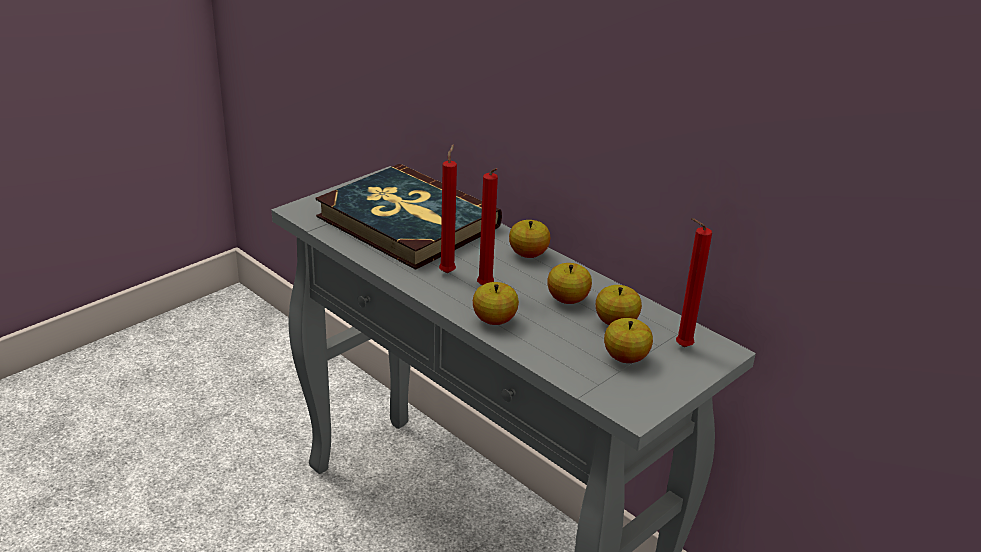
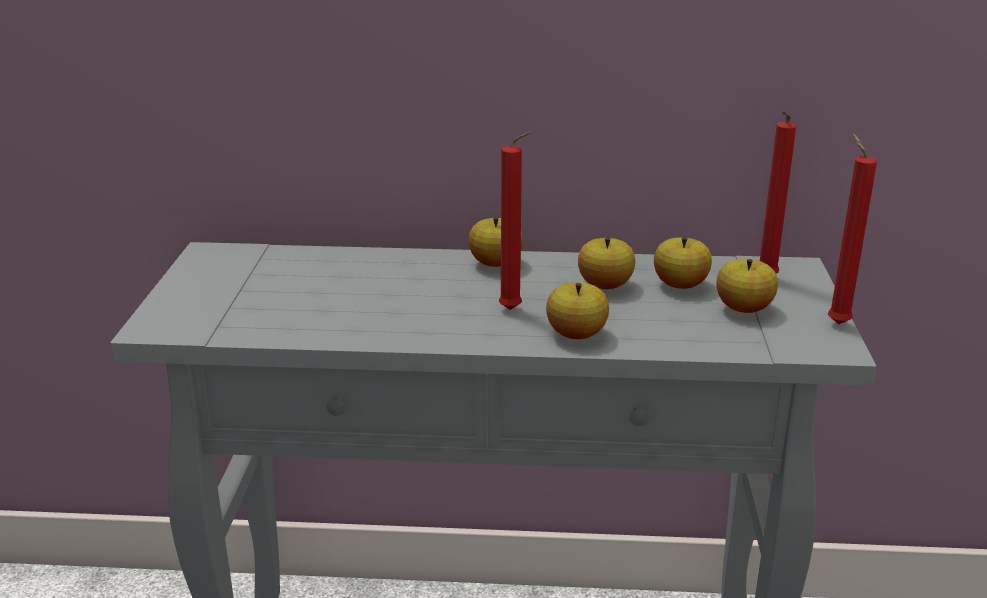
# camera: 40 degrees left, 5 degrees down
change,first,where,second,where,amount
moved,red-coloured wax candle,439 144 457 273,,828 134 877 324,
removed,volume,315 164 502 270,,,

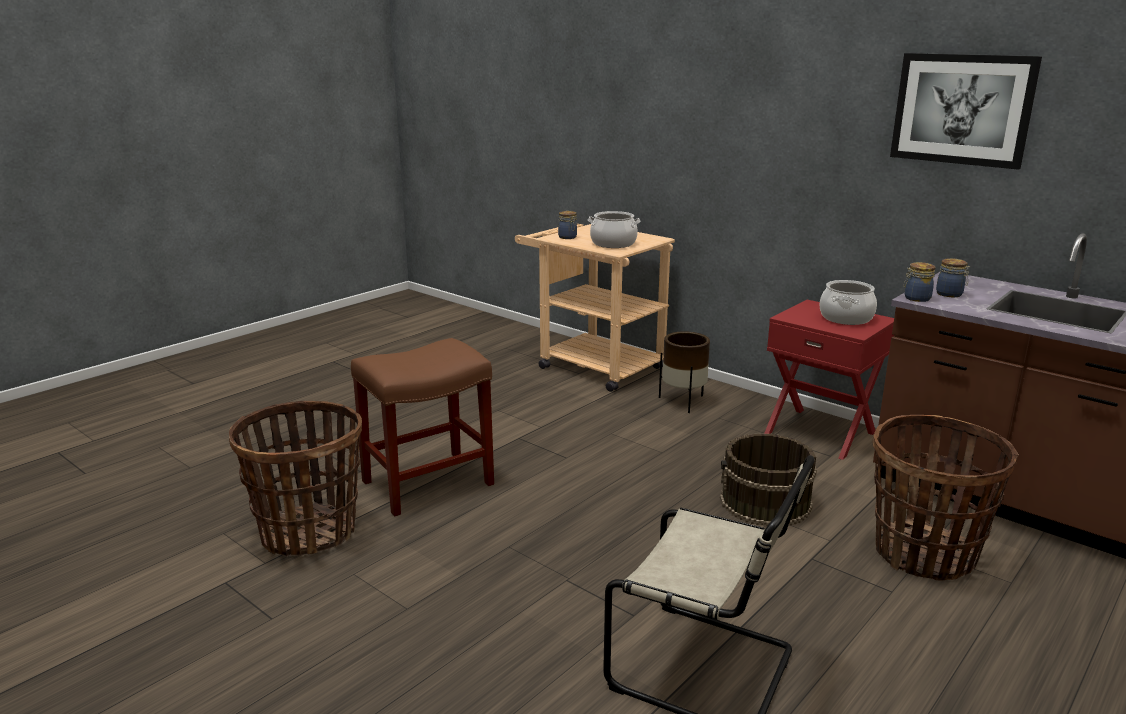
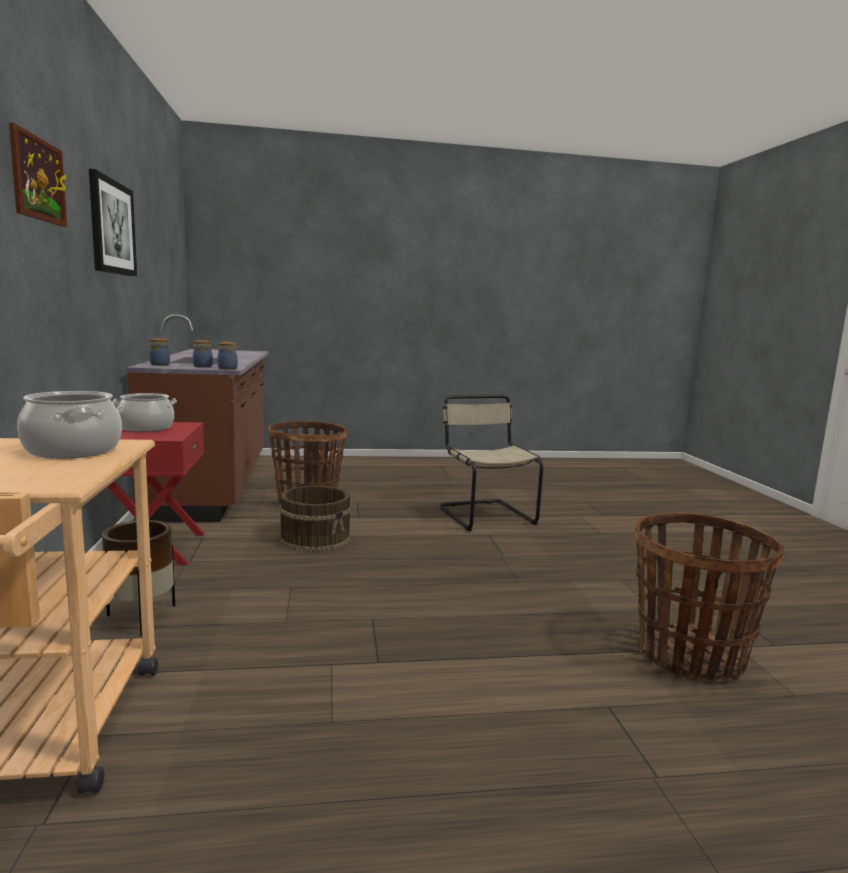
# camera: 140 degrees left, 10 degrees down
change,first,where,second,where,amount
added,,,wall art,9 123 67 227,
moved,storage jar,558 211 577 239,,149 338 170 365,
removed,brownish sitting stool,351 338 494 516,,,

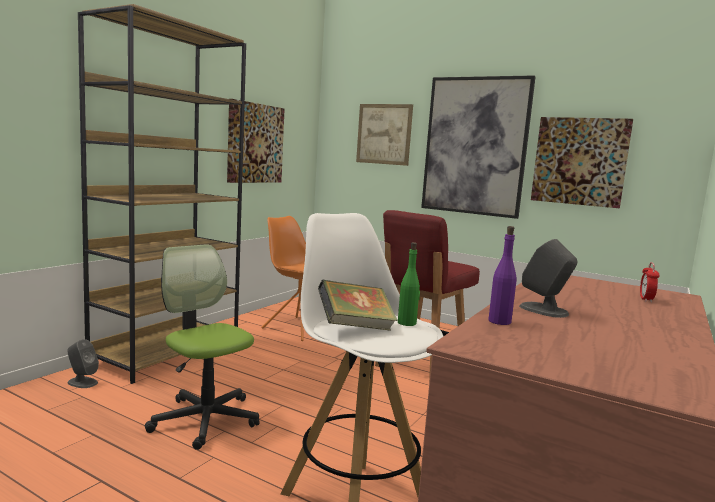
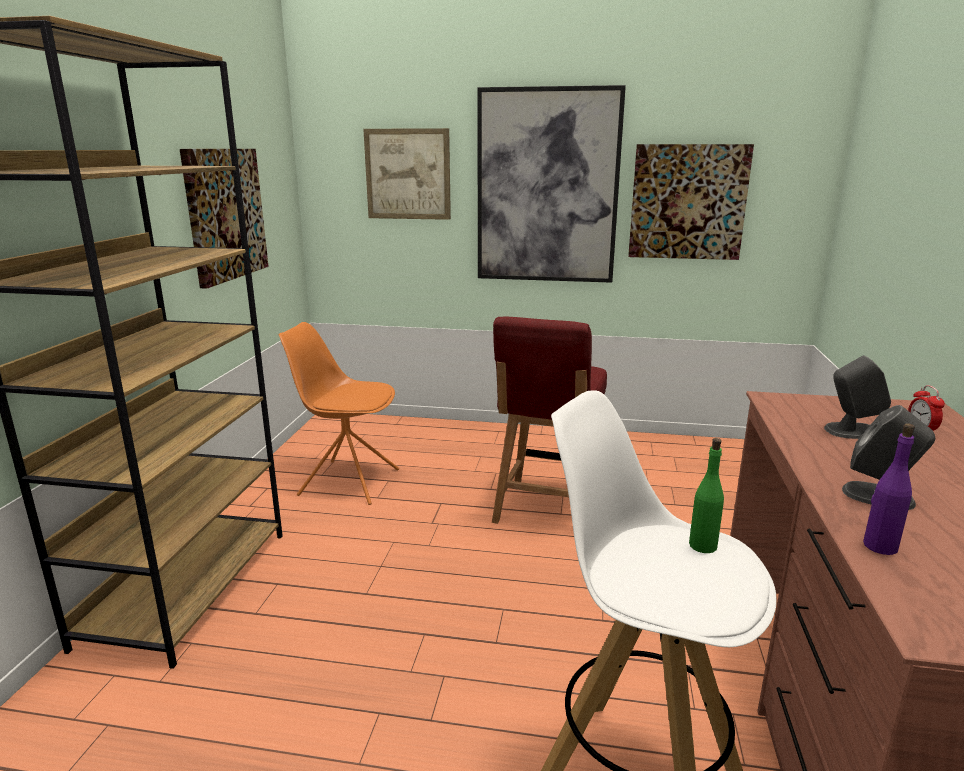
# camera: 20 degrees left, 10 degrees up
change,first,where,second,where,amount
moved,gray audio speaker,67 339 99 388,,824 355 891 439,
removed,desk chair,145 244 260 450,,,
removed,volume,318 280 398 331,,,

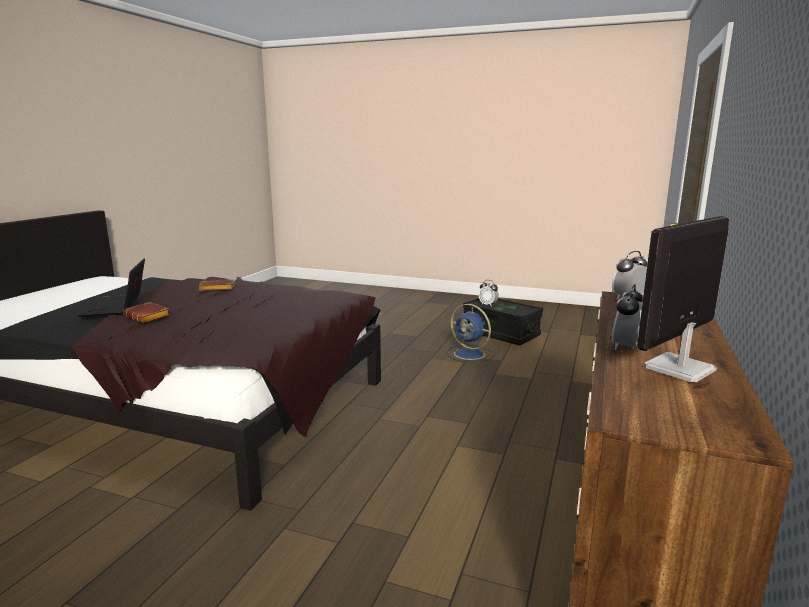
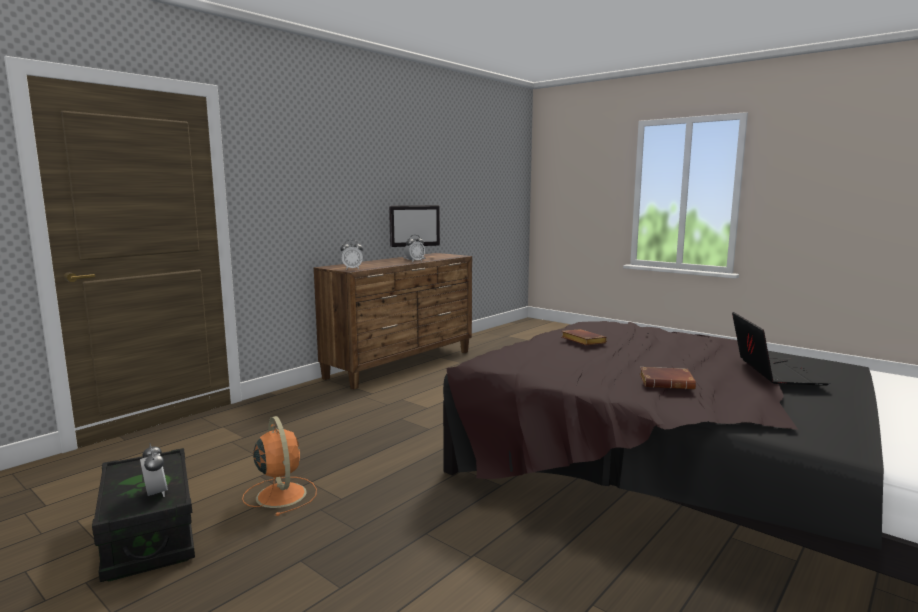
# camera: 160 degrees left, 5 degrees down
change,first,where,second,where,amount
recoloured,blue-coloured electric fan,446 304 494 363,orangey electric fan,242 416 317 516,
moved,brownish volume,123 302 170 323,,561 329 607 345,

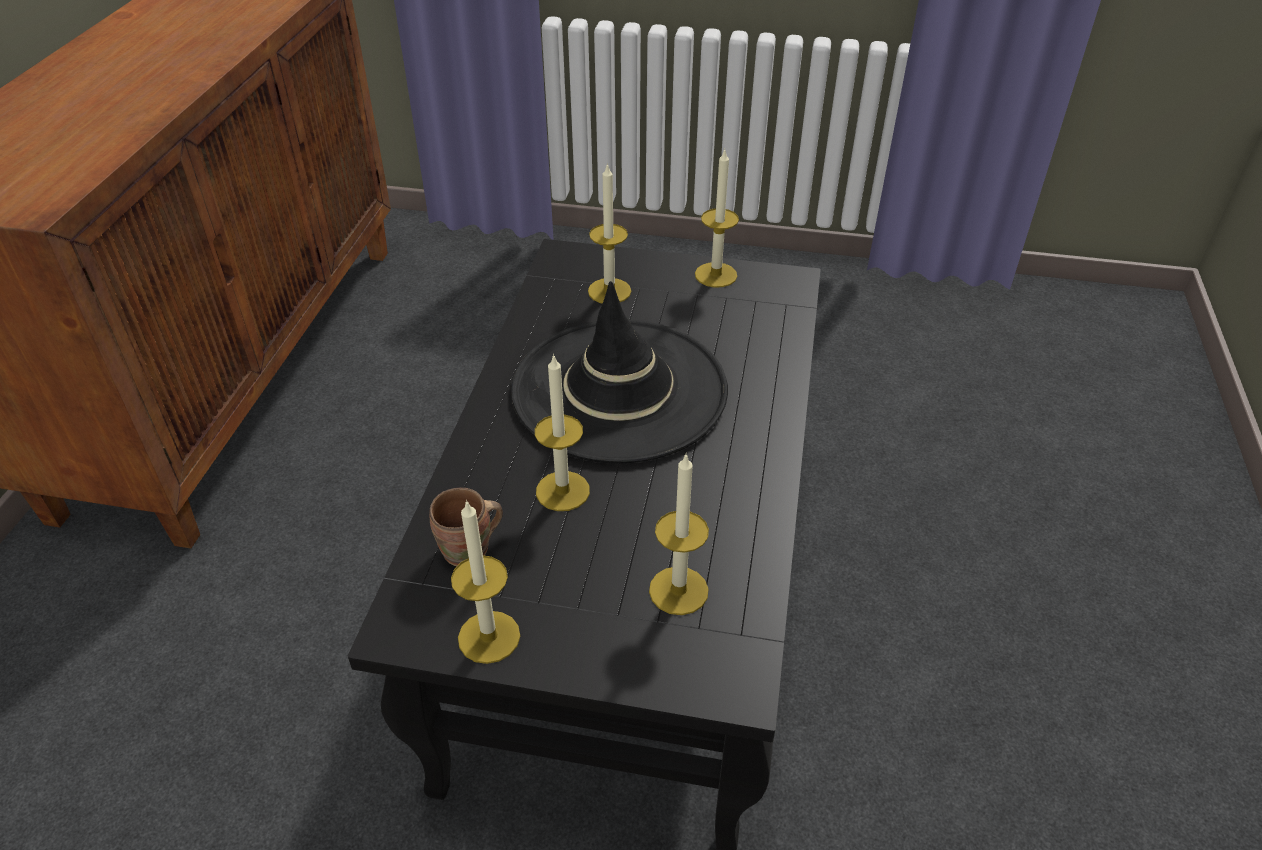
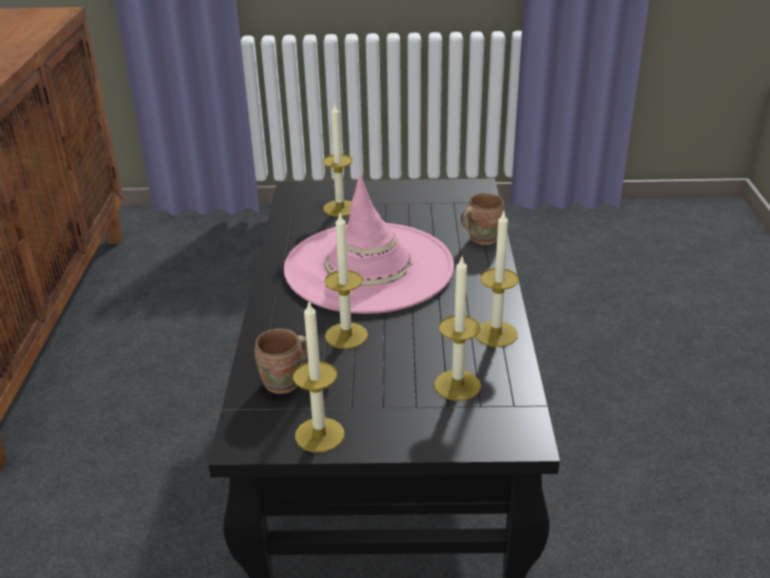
# camera: 10 degrees left, 10 degrees down
change,first,where,second,where,amount
recoloured,blackish wearable hat,511 281 728 464,pinkish wearable hat,284 175 454 314,
added,,,brownish coffee mug,461 193 505 245,
moved,wax candle,695 150 739 288,,475 210 519 347,

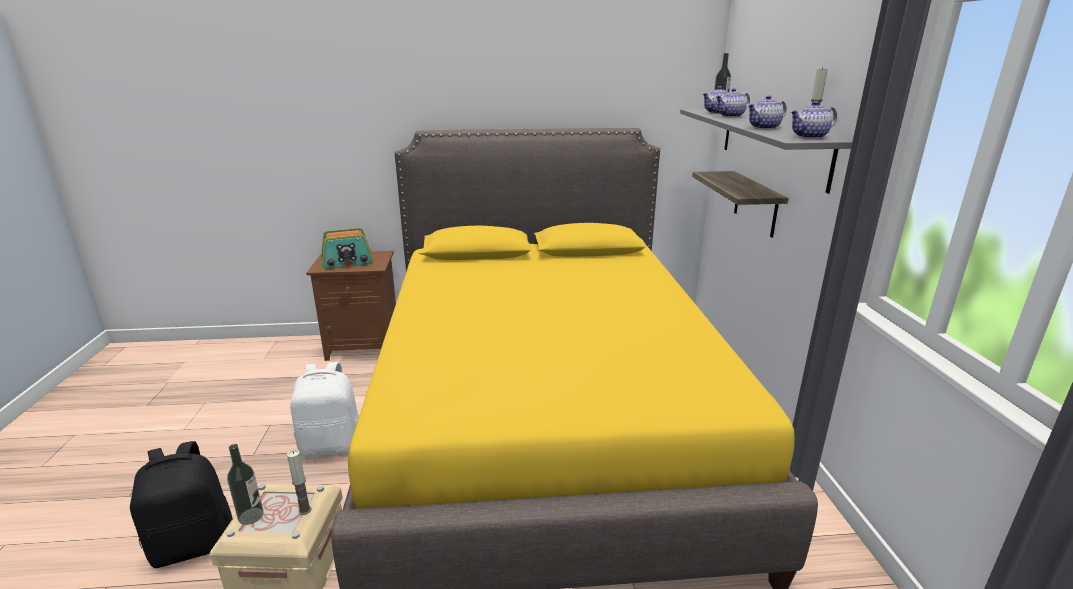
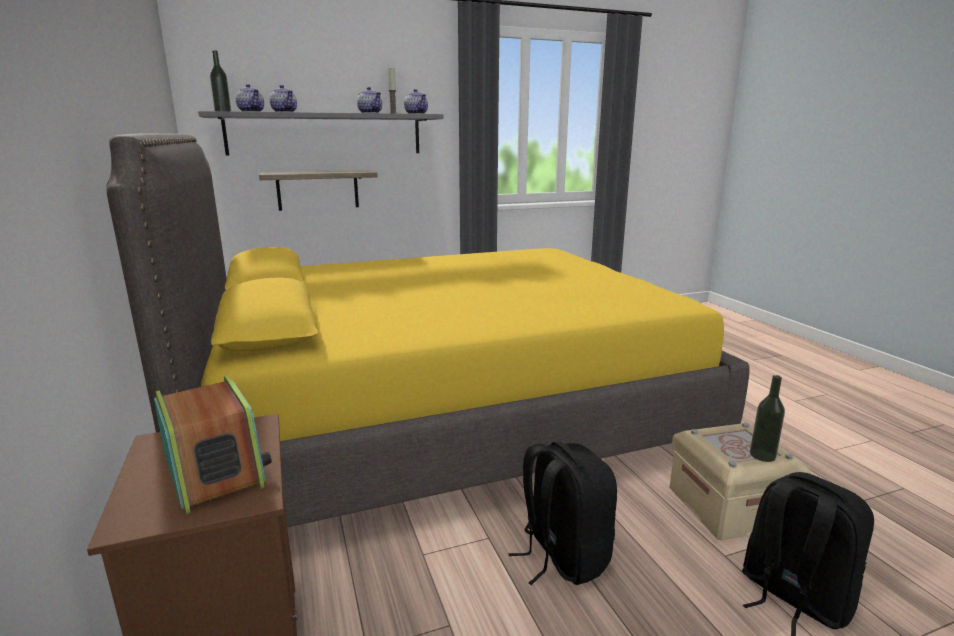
# camera: 105 degrees left, 5 degrees down
change,first,where,second,where,amount
recoloured,white knapsack,290 362 359 457,blackish knapsack,509 442 617 585,
removed,wax candle,287 449 312 515,,,

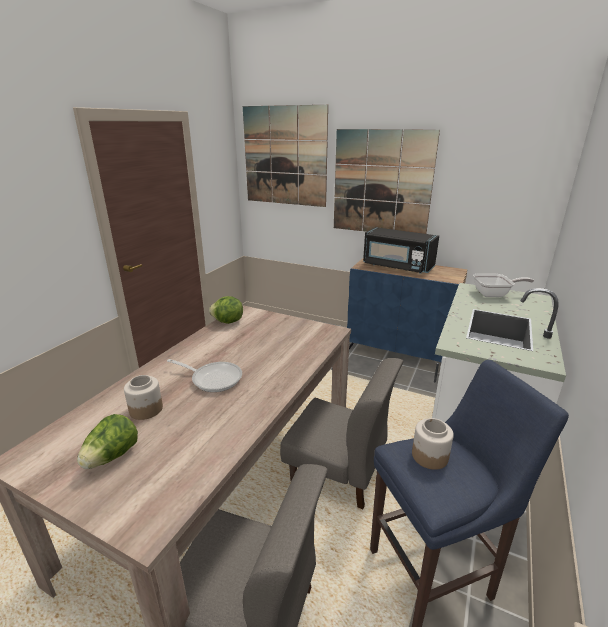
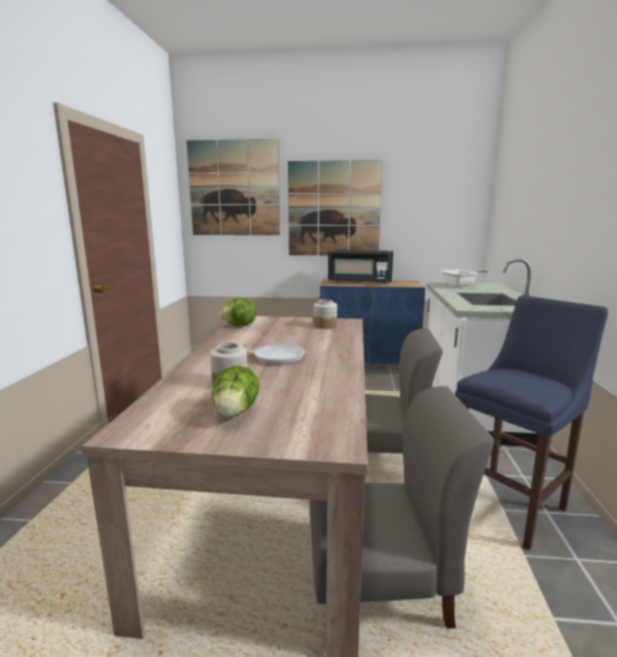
# camera: 20 degrees left, 10 degrees down
change,first,where,second,where,amount
moved,storage jar,412 418 454 470,,313 299 337 329,

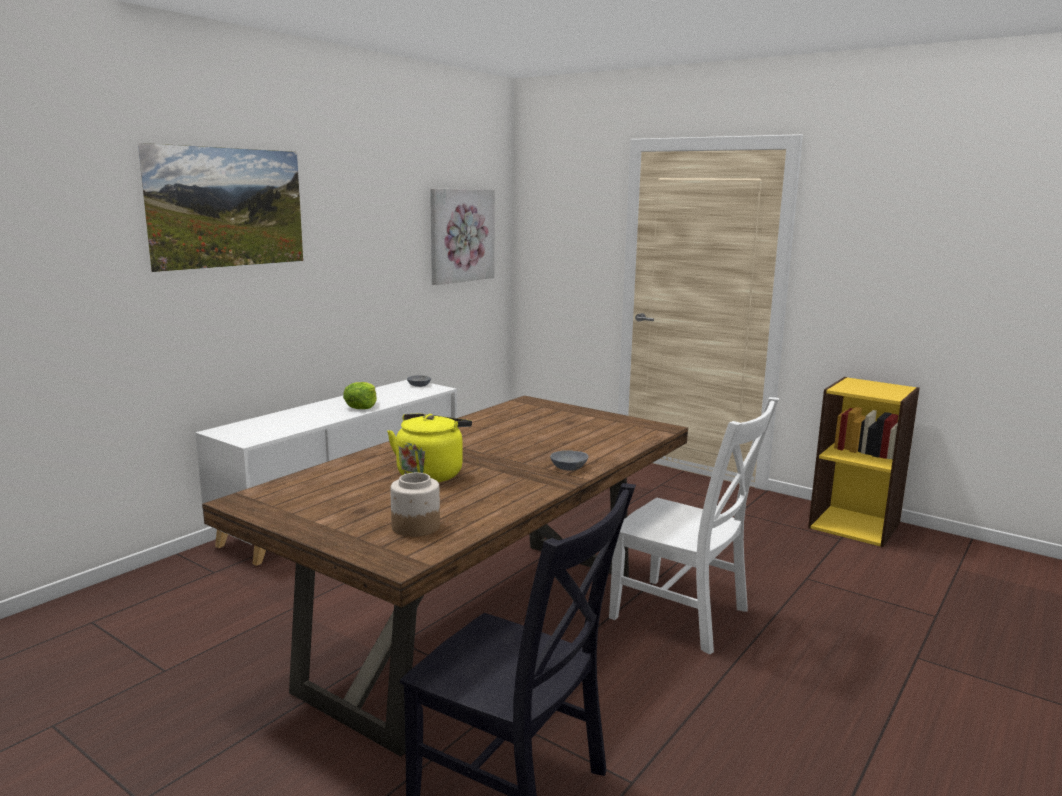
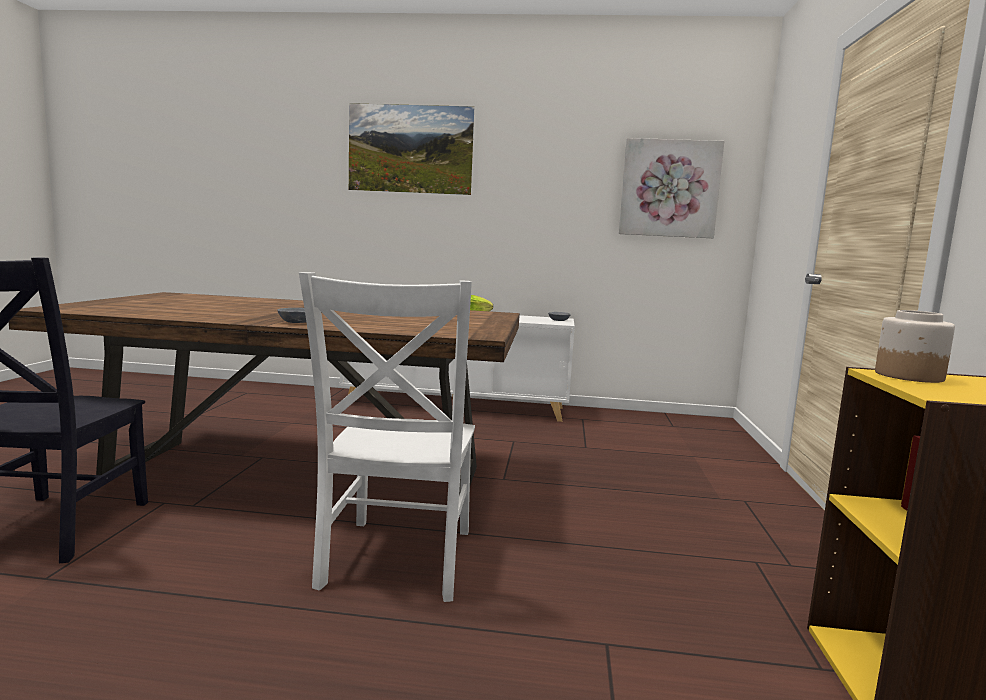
# camera: 60 degrees right, 5 degrees down
change,first,where,second,where,amount
moved,storage jar,390 473 440 537,,875 310 955 383,
removed,yellow-coloured water kettle,387 413 472 482,,,

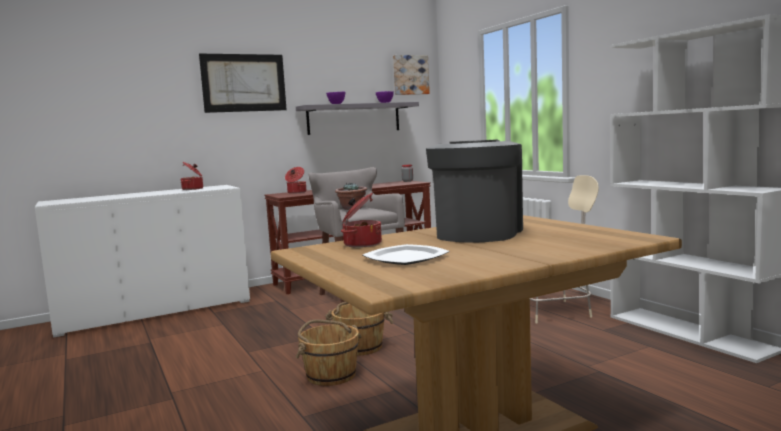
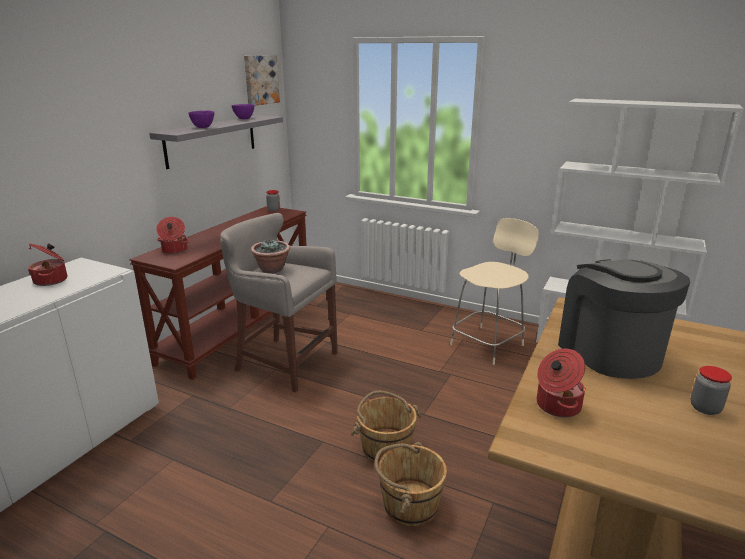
# camera: 35 degrees left, 15 degrees up
change,first,where,second,where,amount
added,,,storage jar,691 366 732 415,
removed,wall art,199 54 287 113,,,
removed,dinner plate,363 244 449 265,,,

